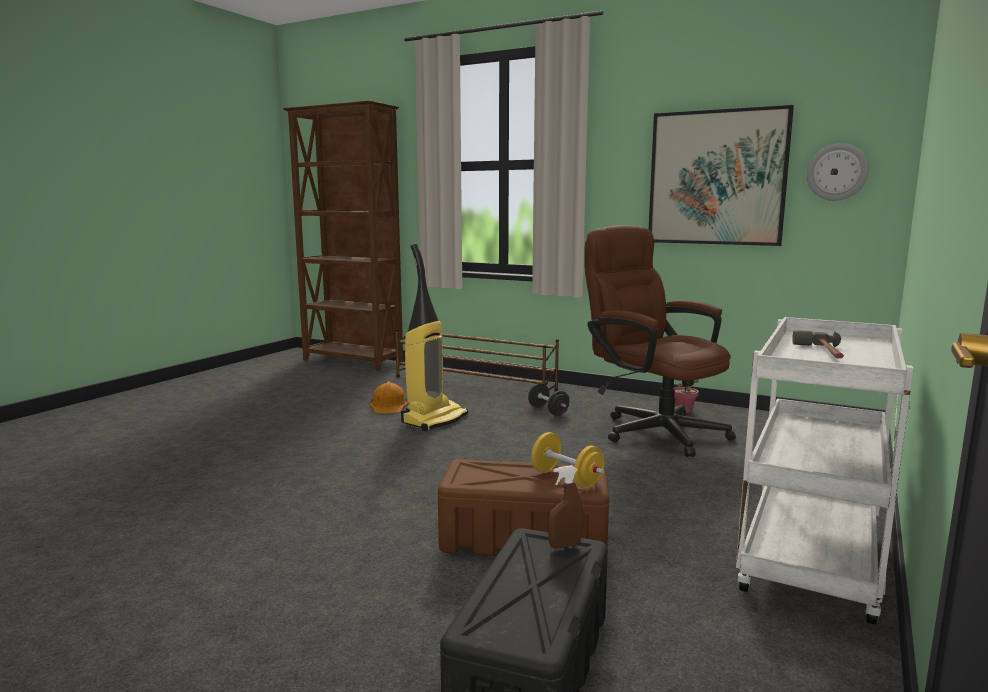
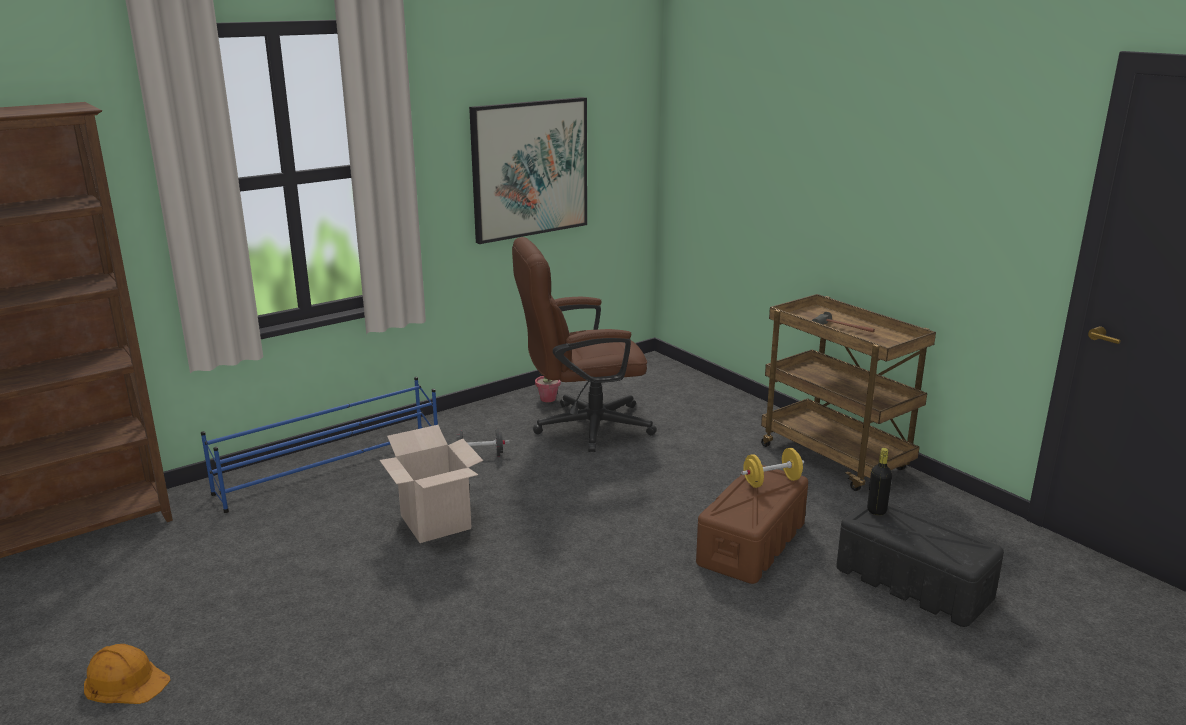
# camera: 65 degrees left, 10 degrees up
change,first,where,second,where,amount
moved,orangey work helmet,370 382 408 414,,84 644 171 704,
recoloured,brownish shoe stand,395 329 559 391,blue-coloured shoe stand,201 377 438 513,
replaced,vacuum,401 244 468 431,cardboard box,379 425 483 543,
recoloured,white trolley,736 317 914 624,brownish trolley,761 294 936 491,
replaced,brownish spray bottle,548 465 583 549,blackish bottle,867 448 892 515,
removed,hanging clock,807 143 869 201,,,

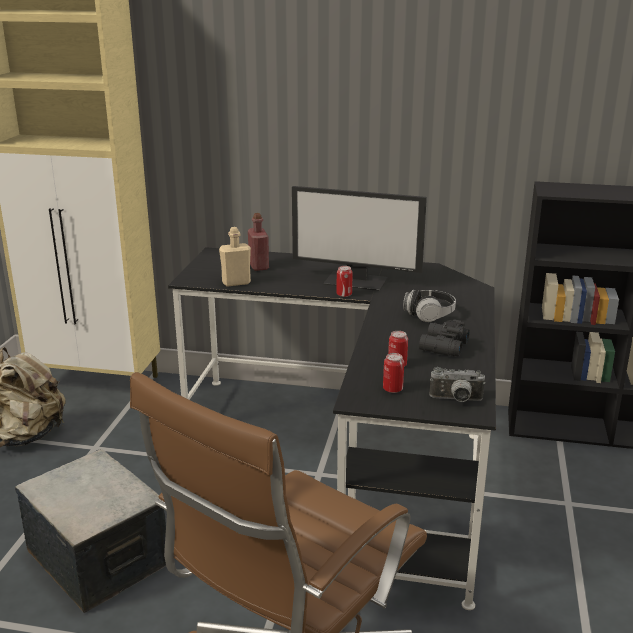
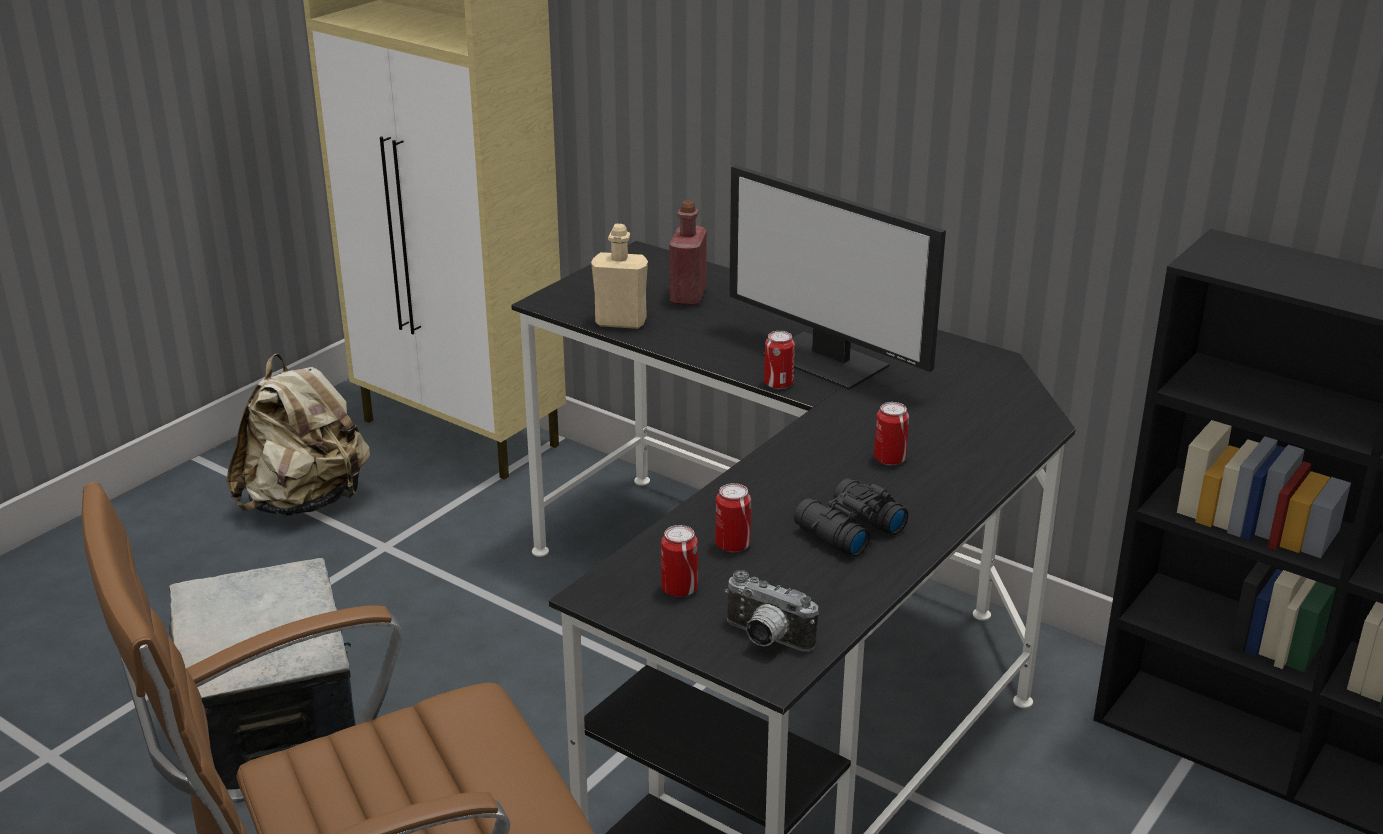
# camera: 25 degrees right, 5 degrees up
change,first,where,second,where,amount
replaced,headset,403 290 456 322,sealed can,874 402 909 465,

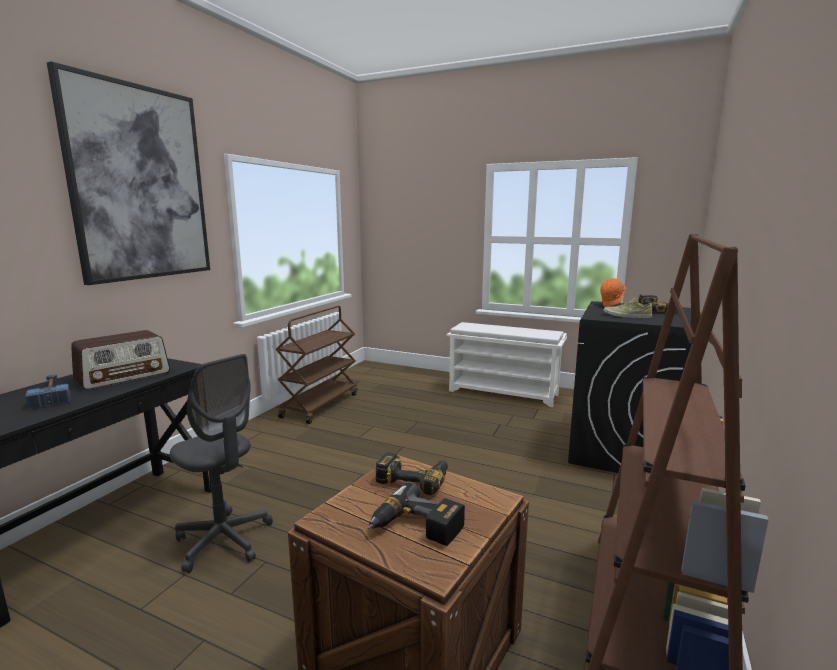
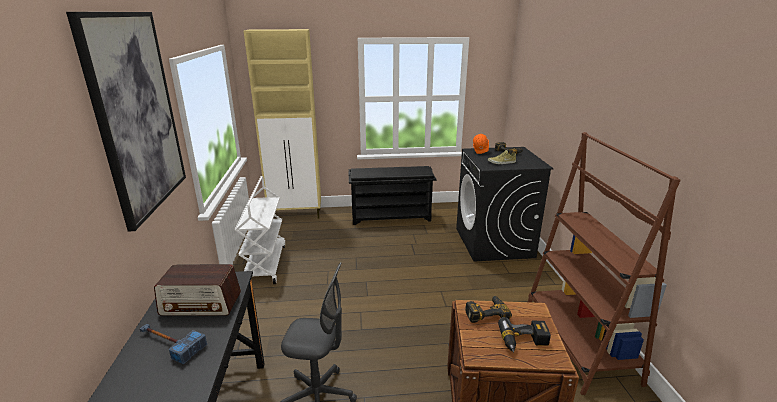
# camera: 30 degrees left, 10 degrees up
change,first,where,second,where,amount
turned,radio receiver,71 330 170 390,,154 264 241 316,75 degrees clockwise
recoloured,brownish trolley,275 306 357 424,white trolley,234 176 285 284,
added,,,beige cupboard,244 29 321 218,
recoloured,white shoe stand,447 322 567 407,blackish shoe stand,348 166 436 225,

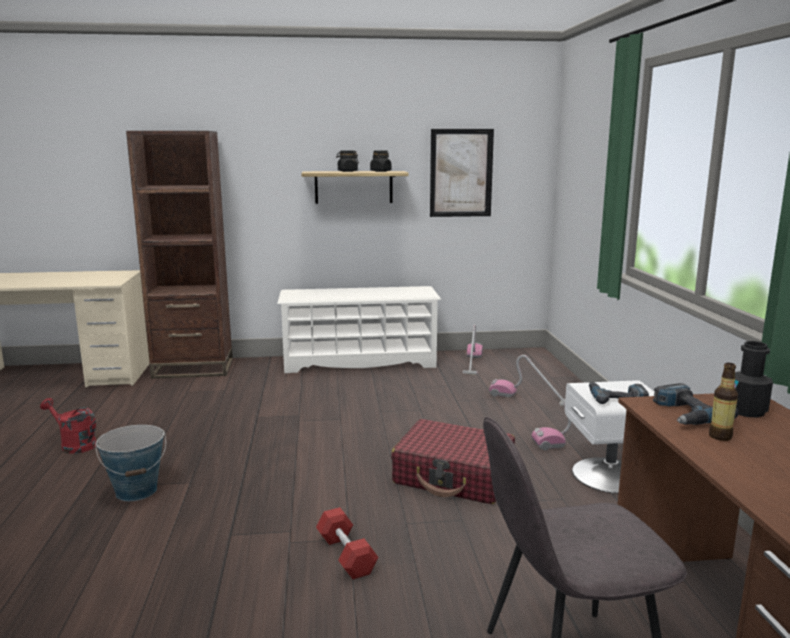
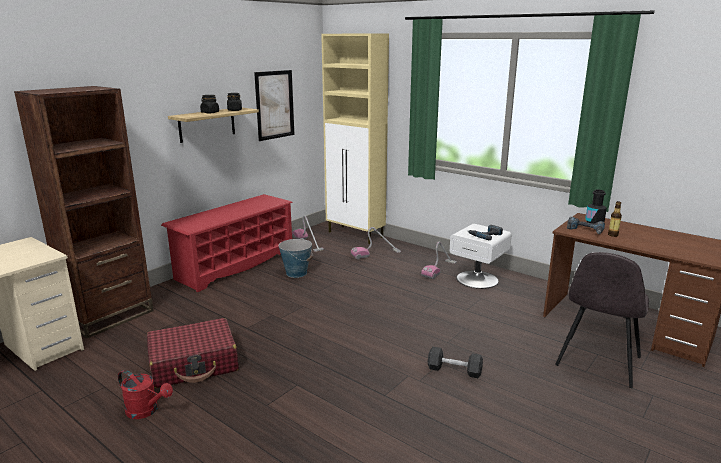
# camera: 45 degrees left, 5 degrees up
change,first,where,second,where,amount
turned,red-coloured watering pot,40 398 96 454,,118 370 173 419,135 degrees counterclockwise
moved,red-coloured suitcase,391 419 515 504,,147 318 239 388,
recoloured,white shoe stand,277 286 441 373,red-coloured shoe stand,161 194 293 292,
moved,pail,95 425 166 501,,279 238 313 278,
added,,,beige cupboard,321 33 389 244,
recoloured,red-coloured hand weight,316 507 379 579,blackish hand weight,427 347 483 378,

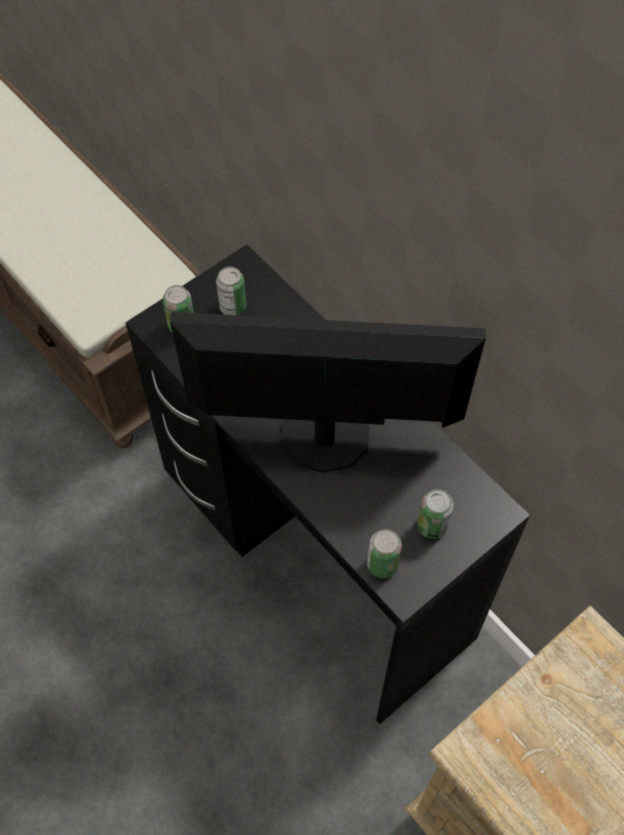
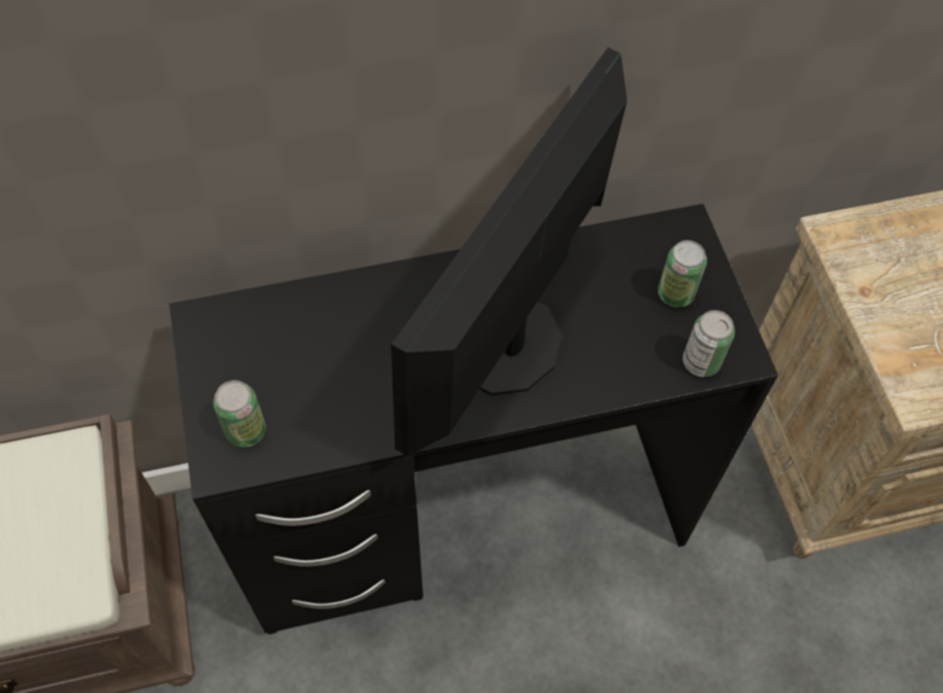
# camera: 65 degrees left, 0 degrees up
change,first,where,second,where,amount
removed,sealed can,216 267 246 315,,,

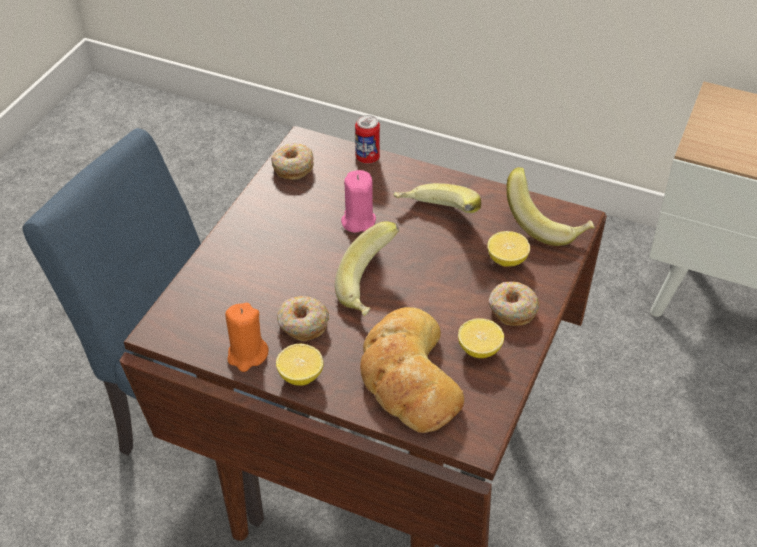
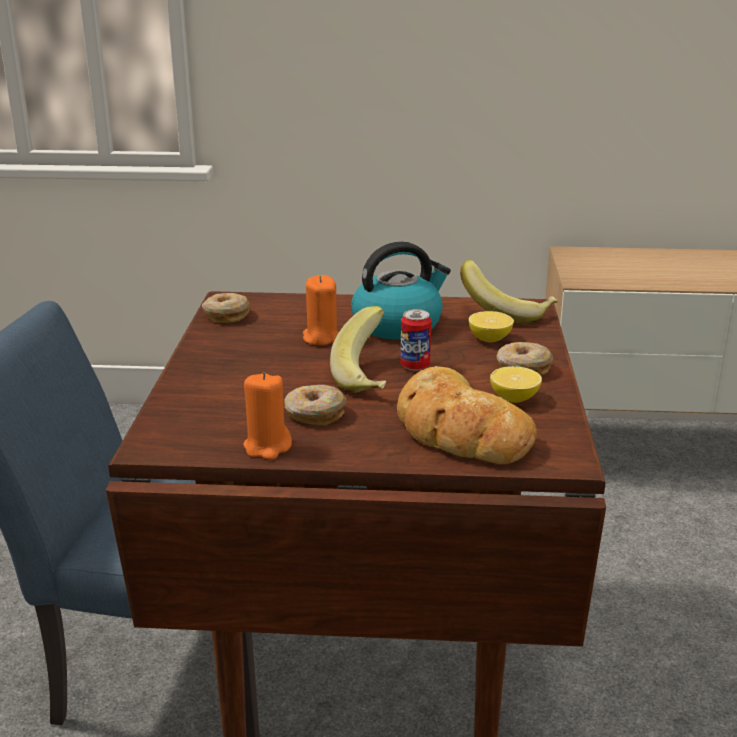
# camera: 20 degrees left, 20 degrees down
change,first,where,second,where,amount
recoloured,pinkish wax candle,341 170 376 233,orangey wax candle,303 275 339 346,
replaced,banana,394 183 481 213,water kettle,351 242 451 340,
moved,sealed can,355 115 380 163,,400 309 431 371,
removed,lemon,276 344 323 386,,,

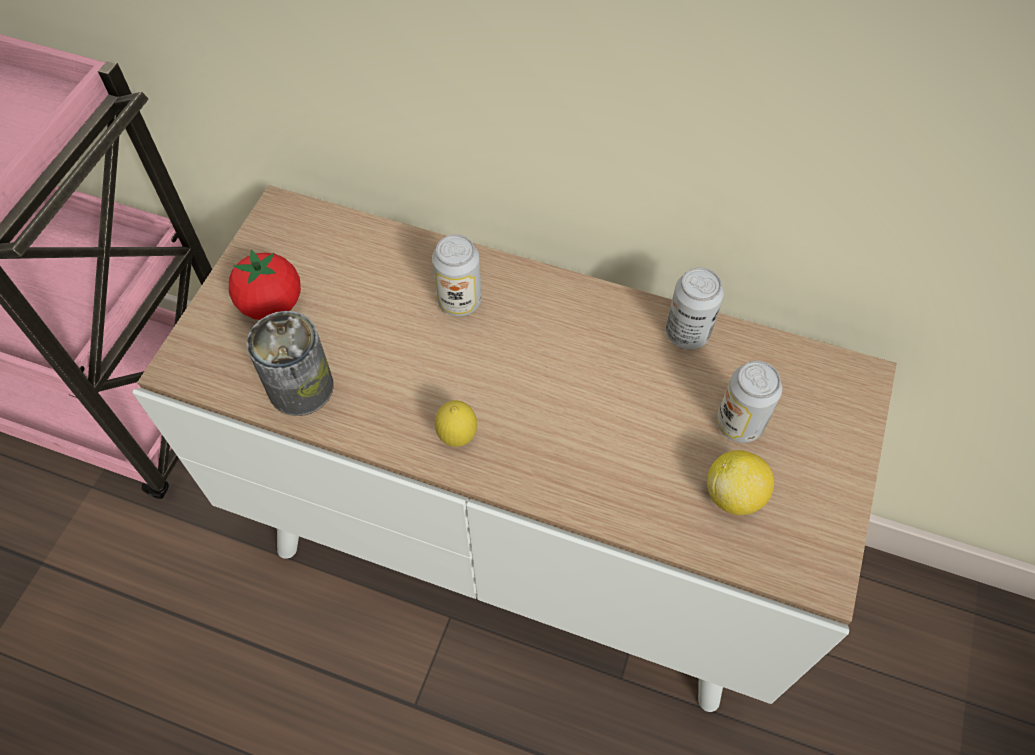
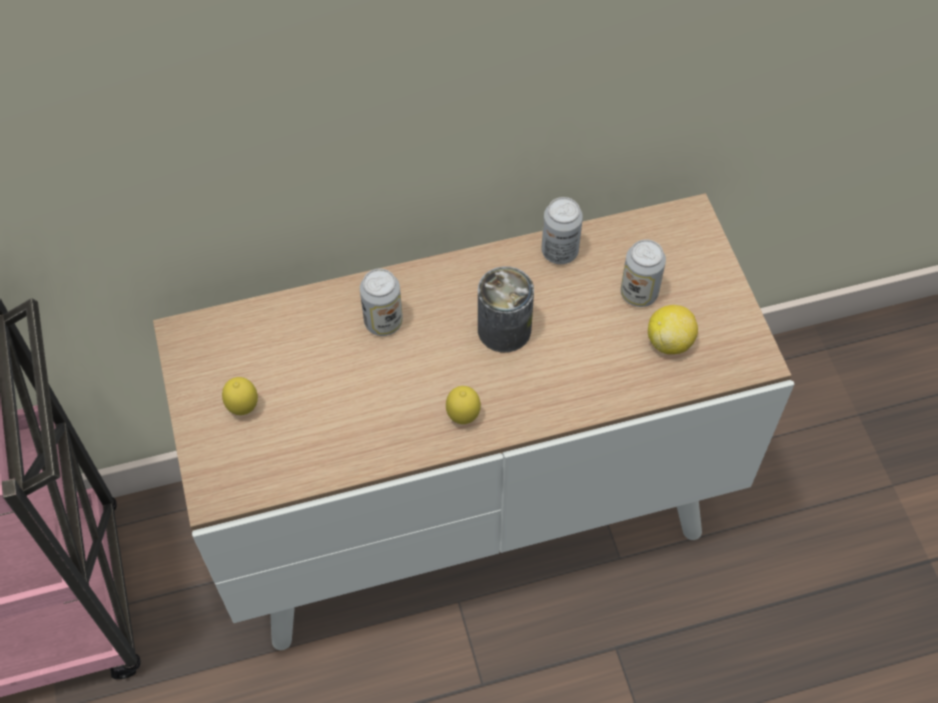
# camera: 35 degrees left, 0 degrees up
change,first,where,second,where,amount
replaced,fresh tomato,229 249 301 320,lemon,222 377 258 415,
moved,sealed can,247 311 334 416,,478 266 534 353,

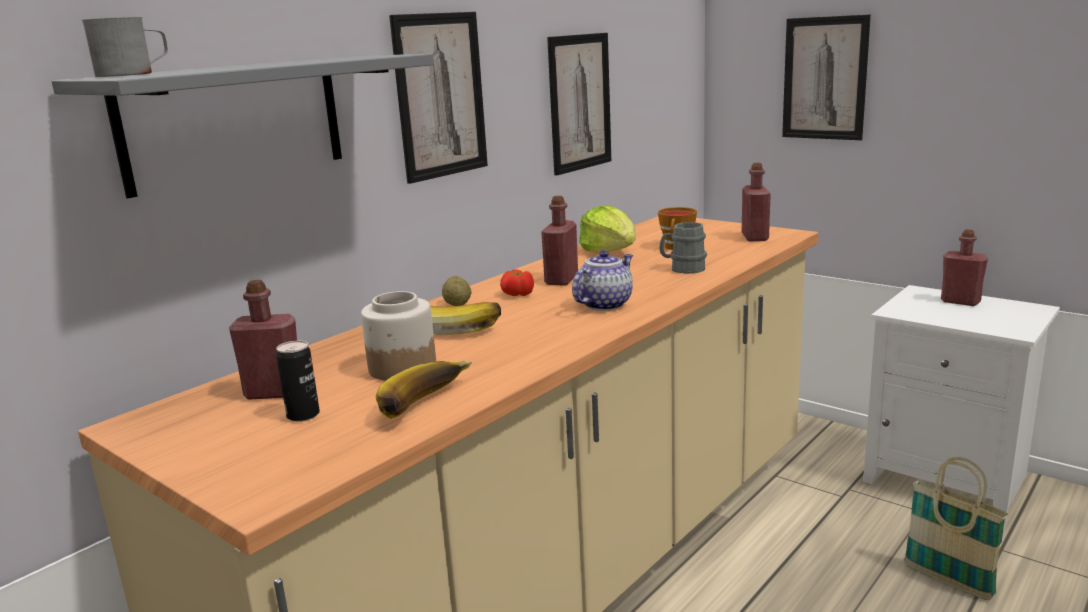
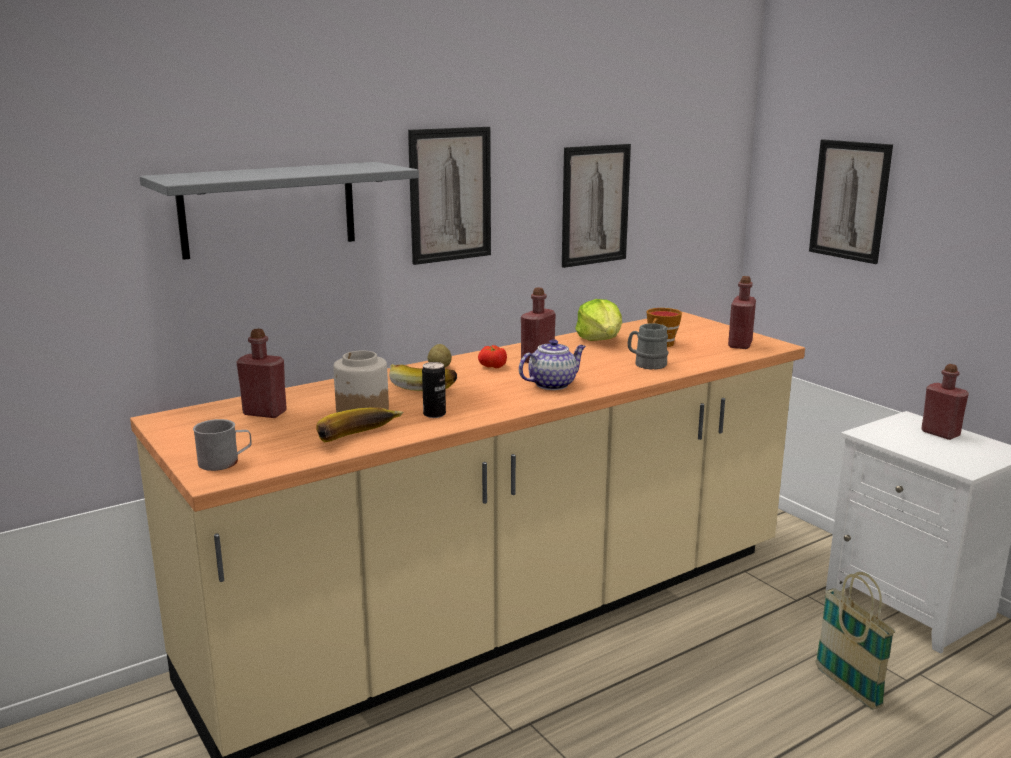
# camera: 15 degrees right, 0 degrees up
change,first,where,second,where,amount
moved,gray coffee mug,82 17 168 77,,193 419 252 471,
moved,sealed can,276 340 320 422,,422 362 446 418,

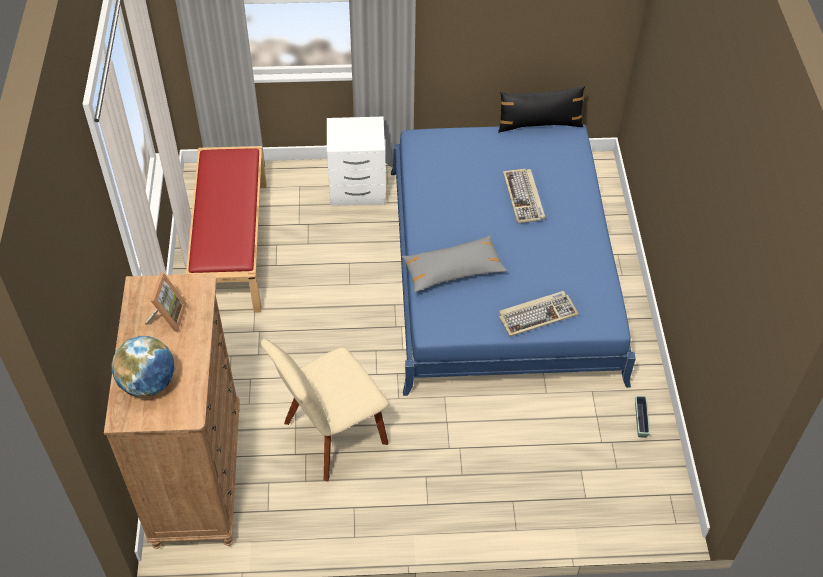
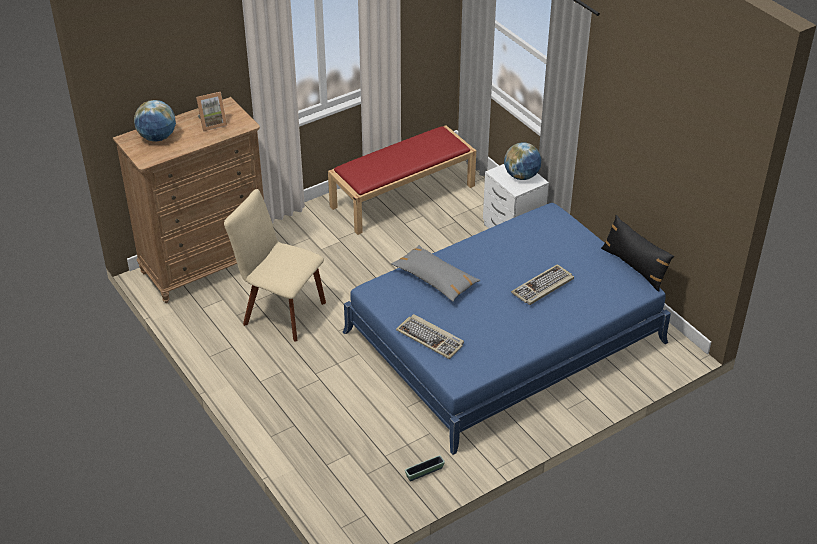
# camera: 60 degrees right, 10 degrees down
change,first,where,second,where,amount
added,,,globe,504 143 542 180,

